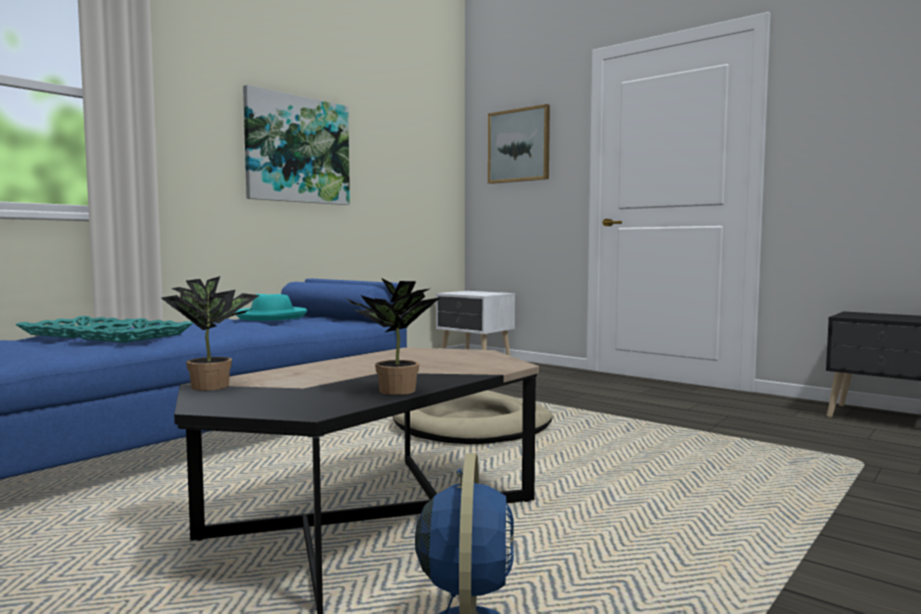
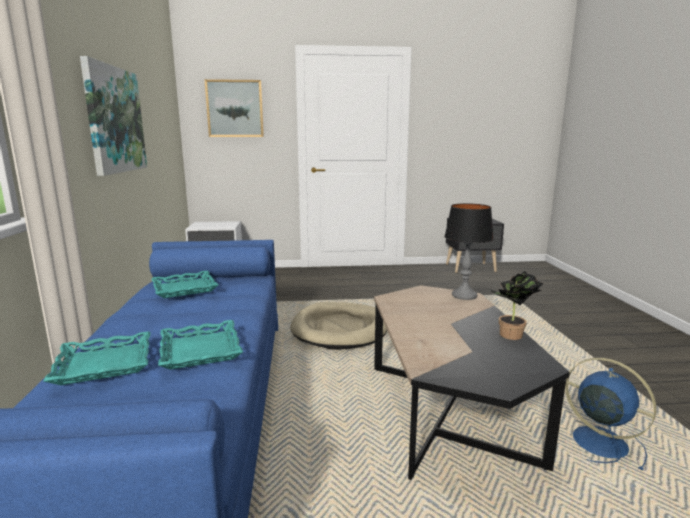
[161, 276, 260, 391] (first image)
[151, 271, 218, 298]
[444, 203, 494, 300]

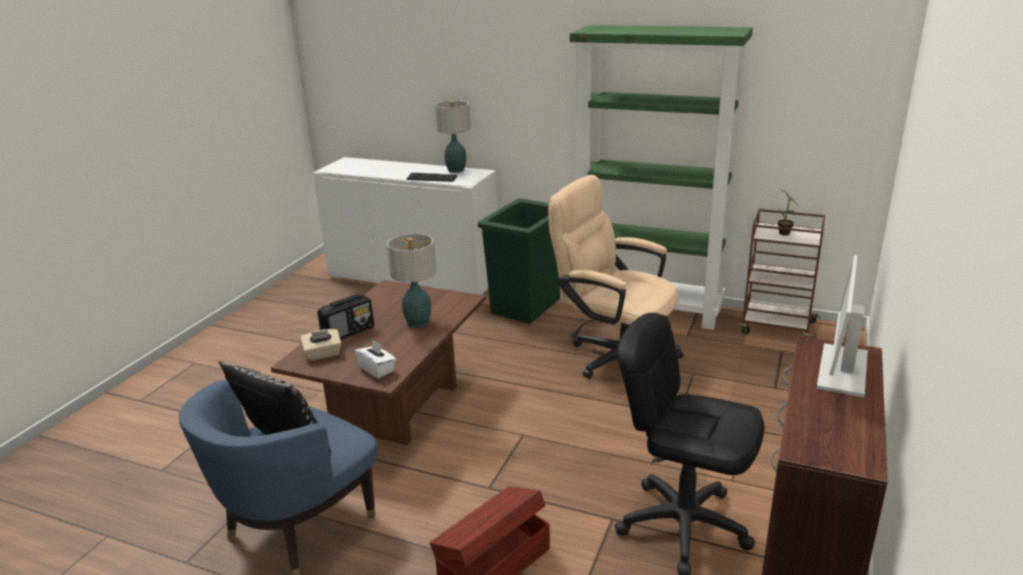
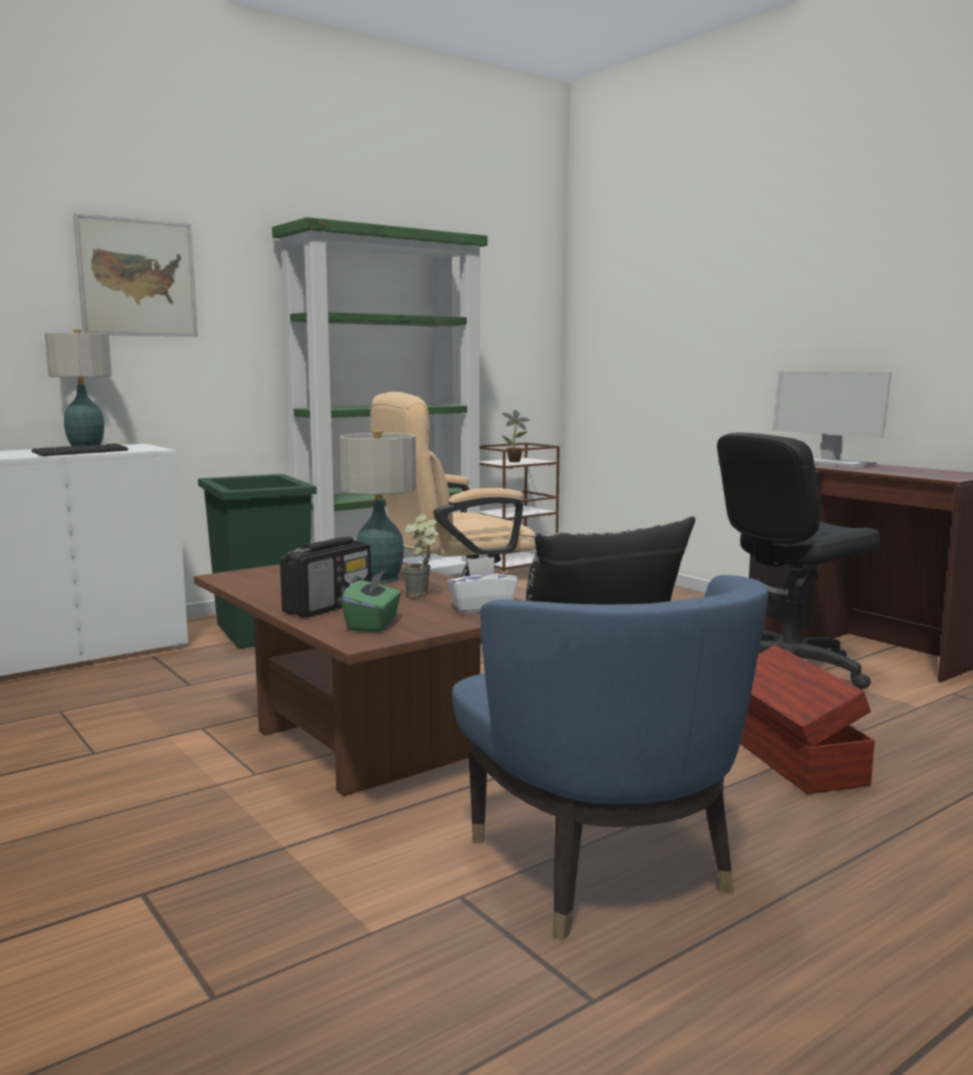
[341, 570, 401, 632]
[280, 536, 371, 617]
[73, 213, 198, 337]
[402, 514, 439, 597]

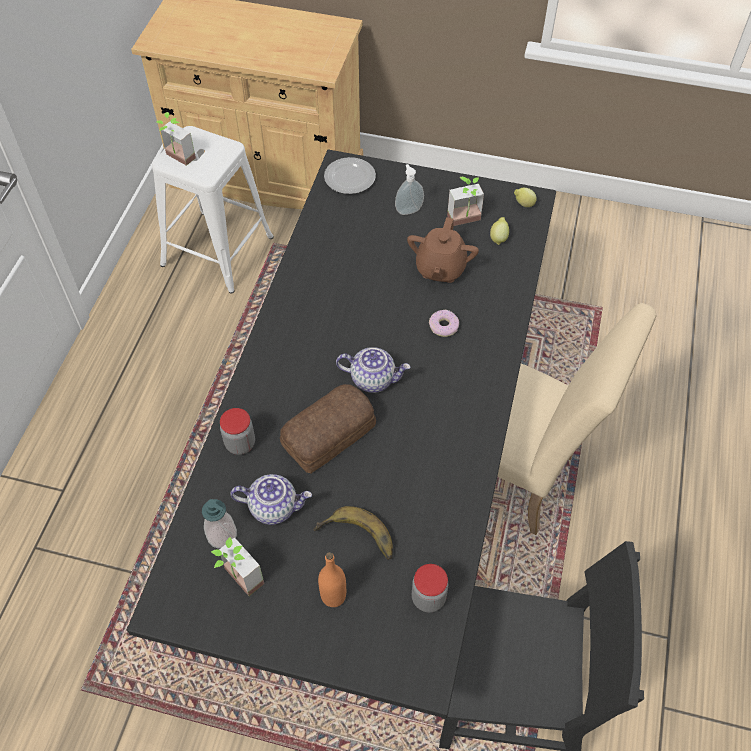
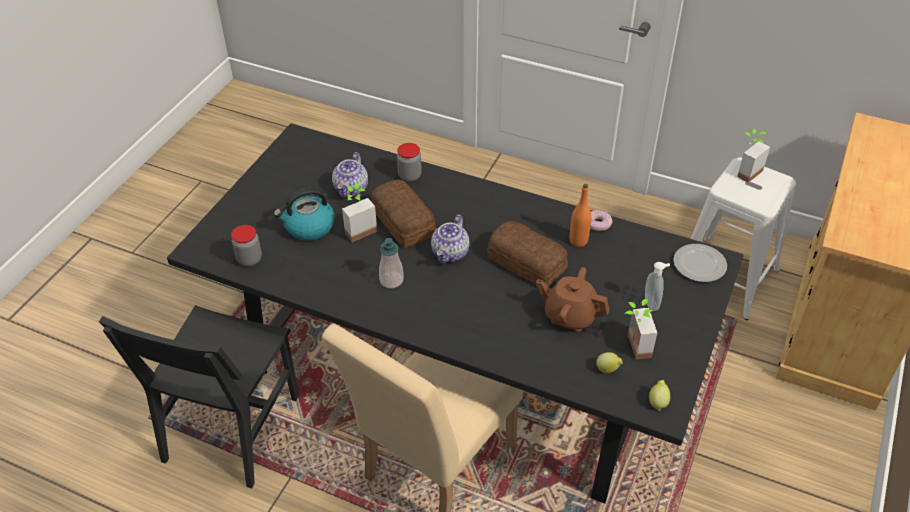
[379, 238, 404, 288]
[342, 184, 377, 242]
[274, 188, 335, 241]
[570, 184, 591, 247]
[590, 210, 613, 231]
[487, 221, 568, 286]

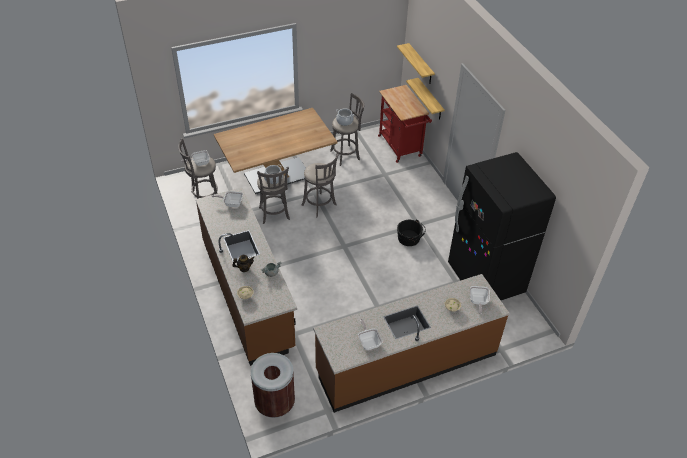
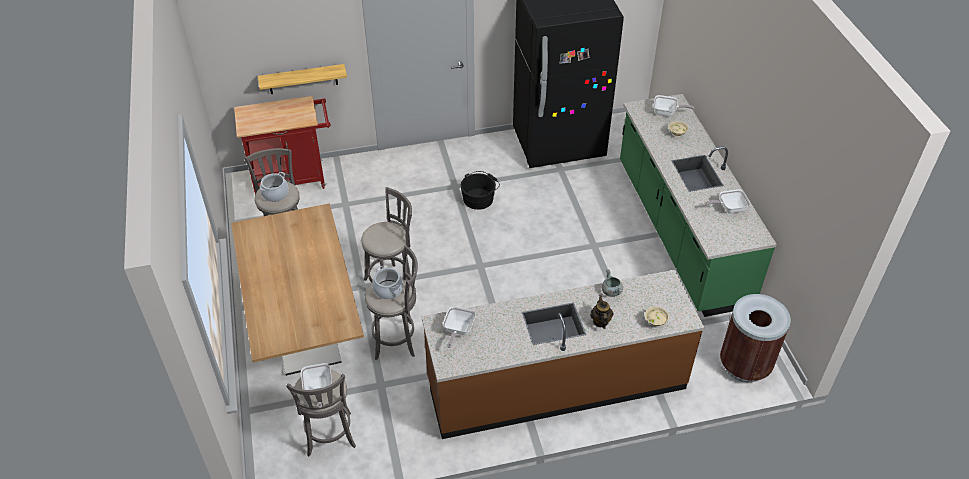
[620, 94, 777, 317]
[397, 43, 435, 84] (first image)

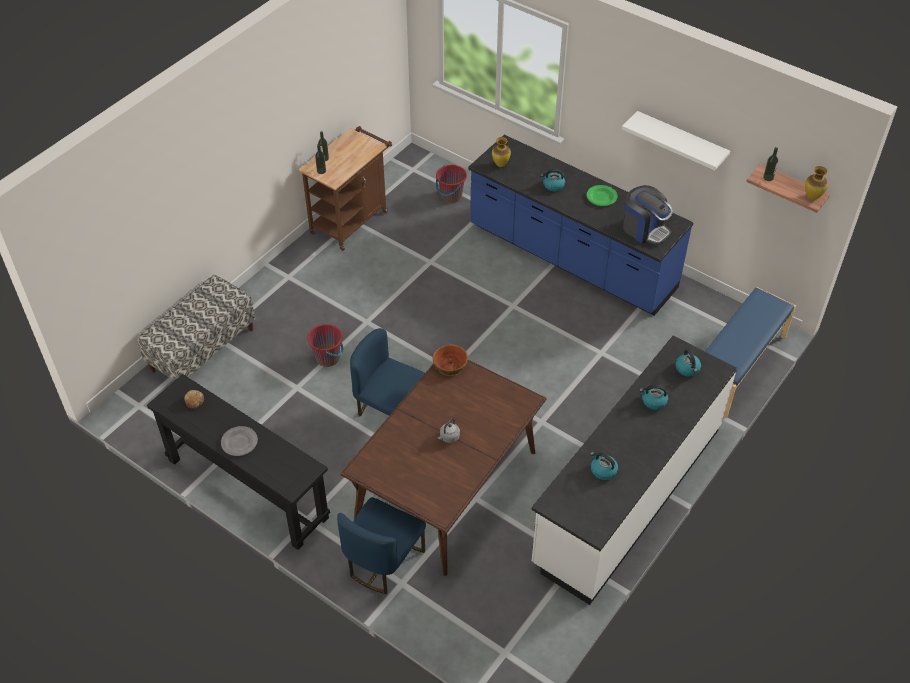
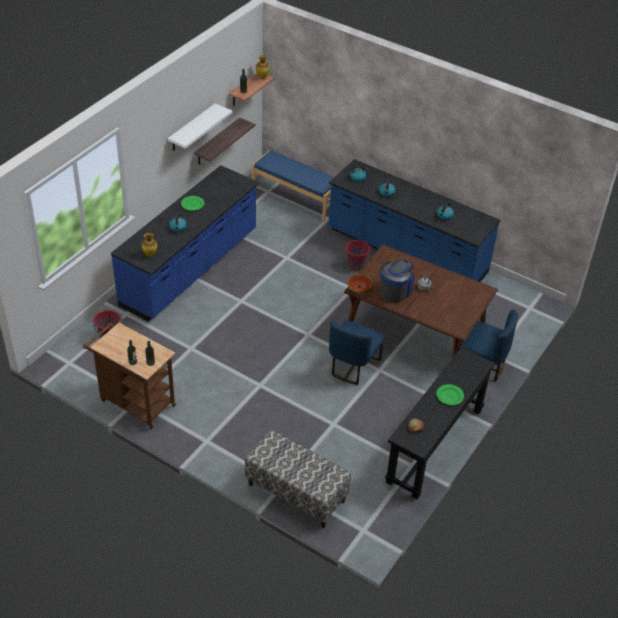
[436, 384, 464, 405]
[343, 240, 371, 271]
[329, 159, 500, 282]
[379, 259, 414, 303]
[194, 118, 256, 165]

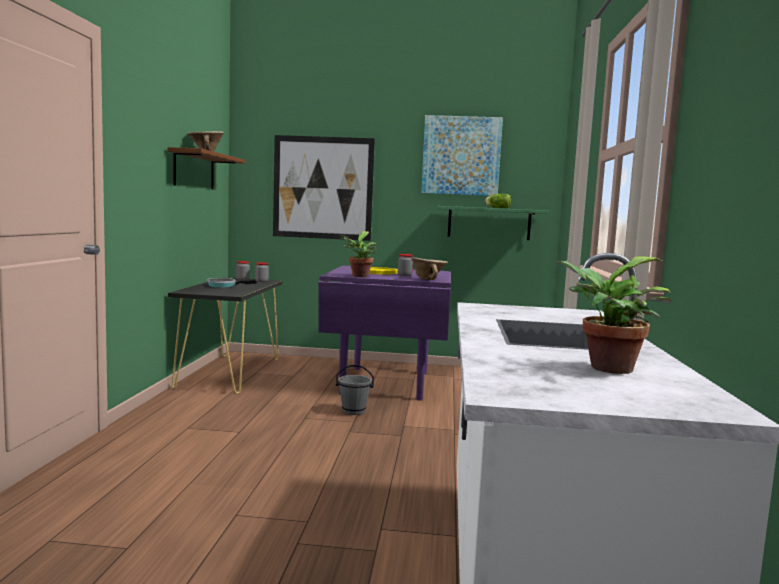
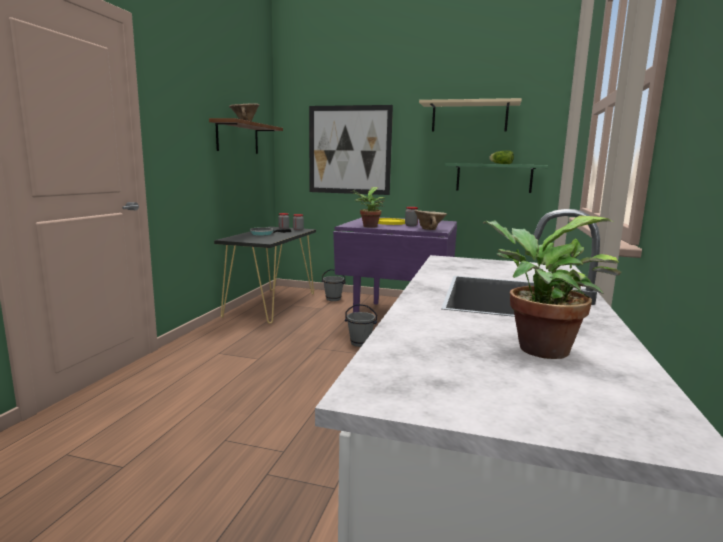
[419, 98, 522, 132]
[321, 269, 346, 301]

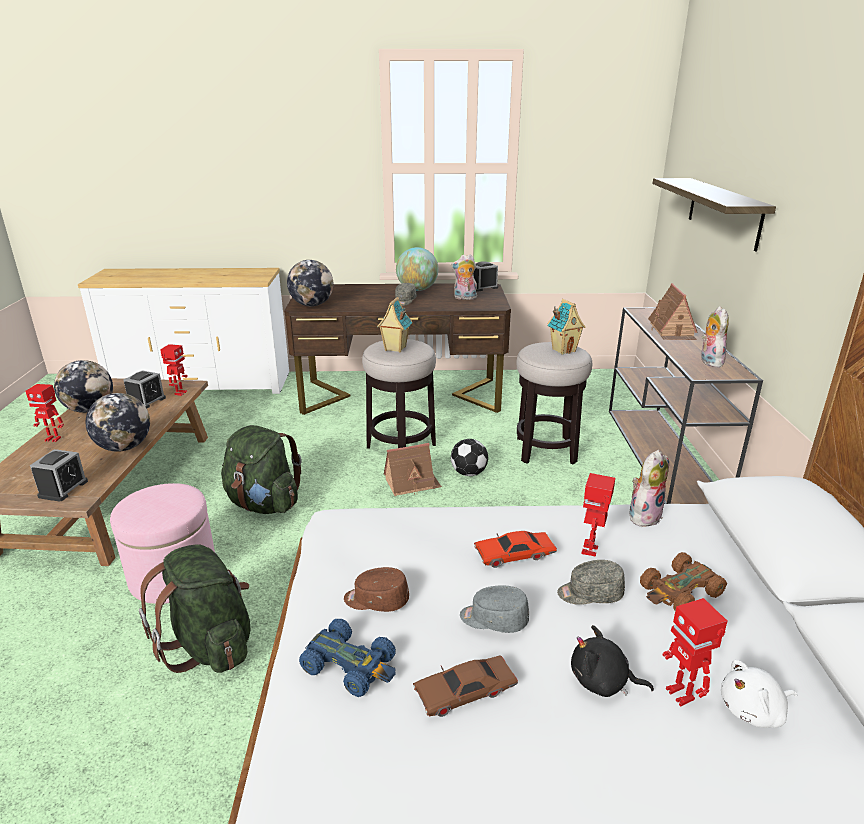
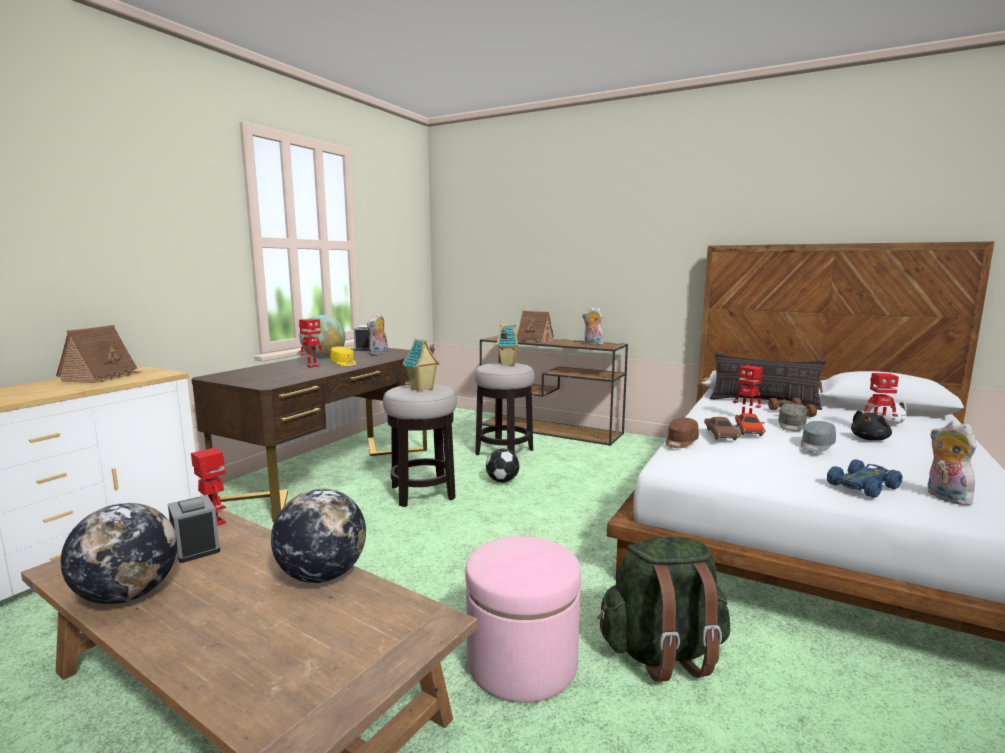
[299, 319, 324, 368]
[30, 449, 88, 502] (first image)
[221, 425, 302, 514] (first image)
[287, 260, 333, 306] (first image)
[666, 418, 699, 448]
[56, 325, 143, 383]
[330, 346, 356, 366]
[704, 417, 740, 440]
[928, 421, 976, 505]
[652, 178, 776, 252] (first image)
[710, 353, 826, 410]

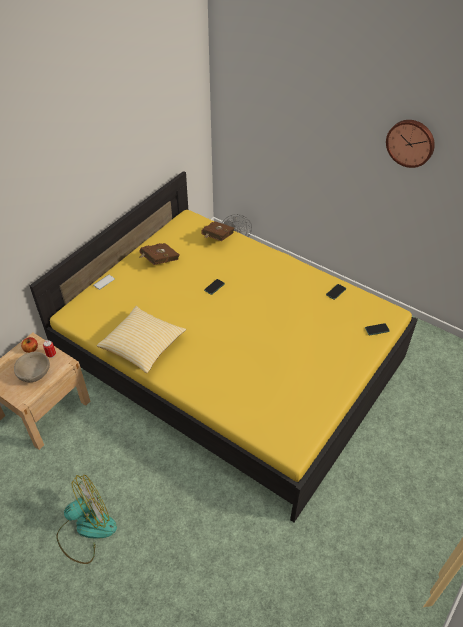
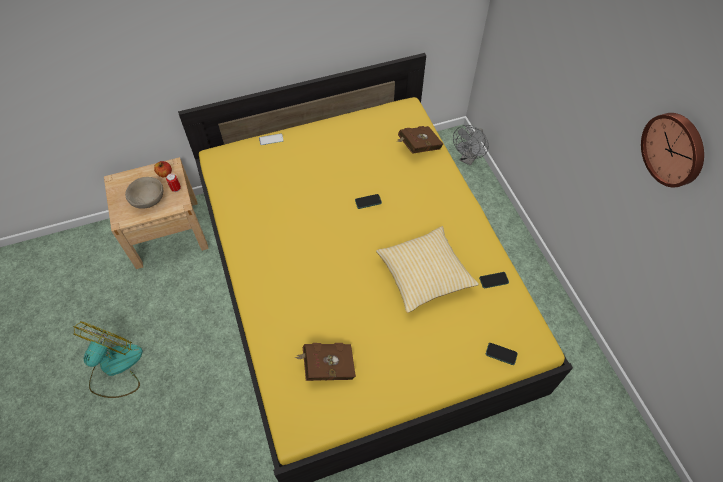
[73, 321, 143, 398]
[376, 226, 479, 313]
[295, 343, 356, 381]

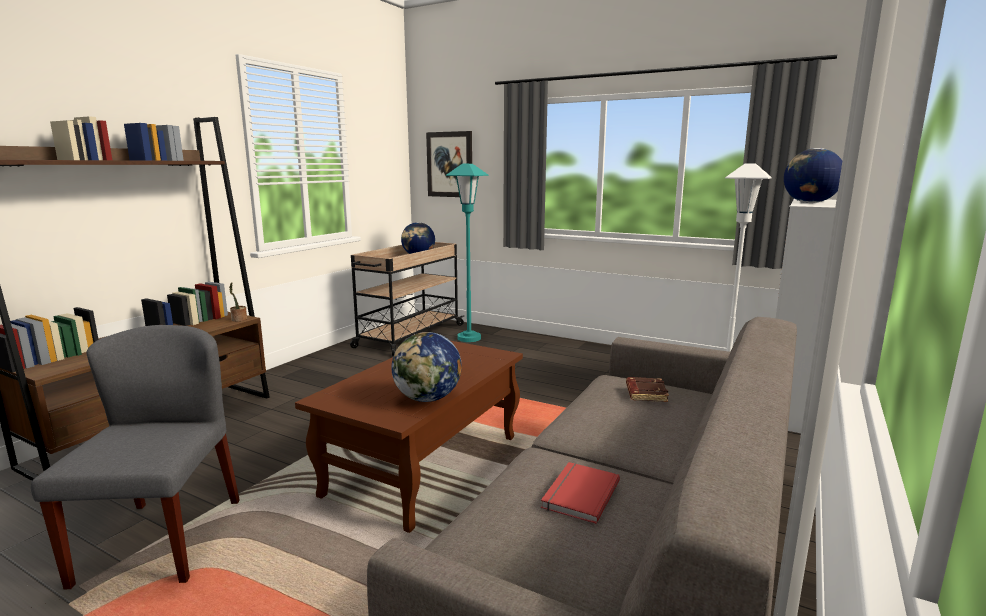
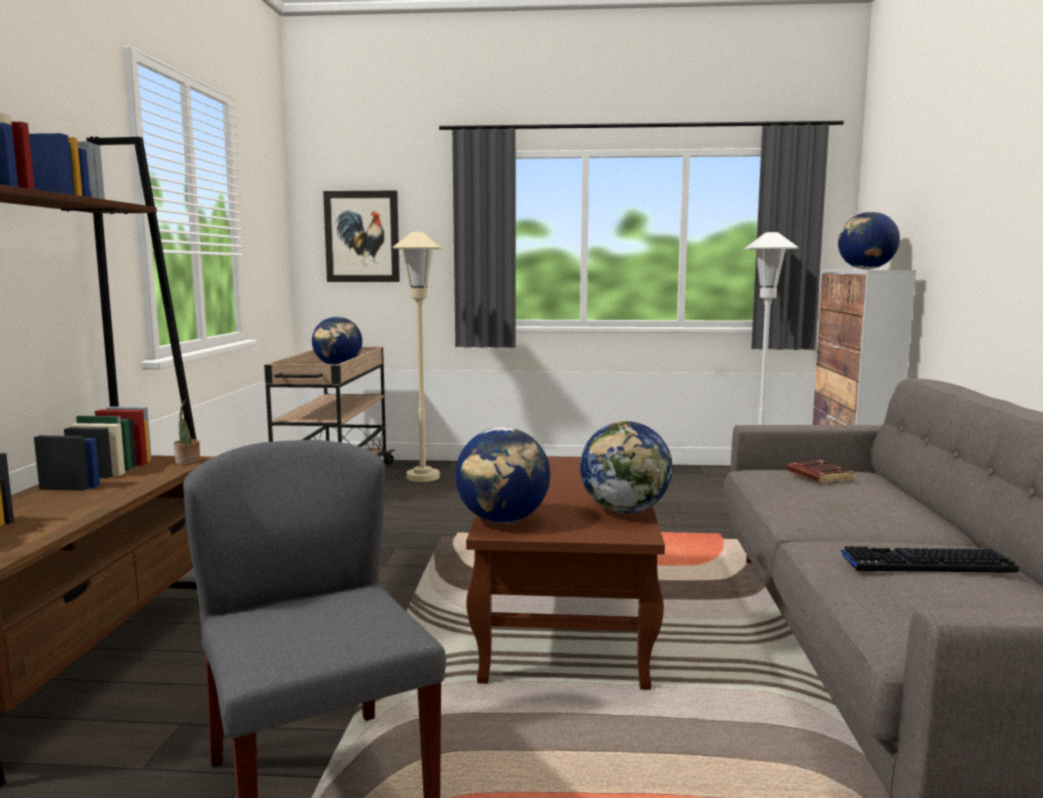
[393, 232, 442, 482]
[840, 546, 1019, 573]
[455, 427, 550, 523]

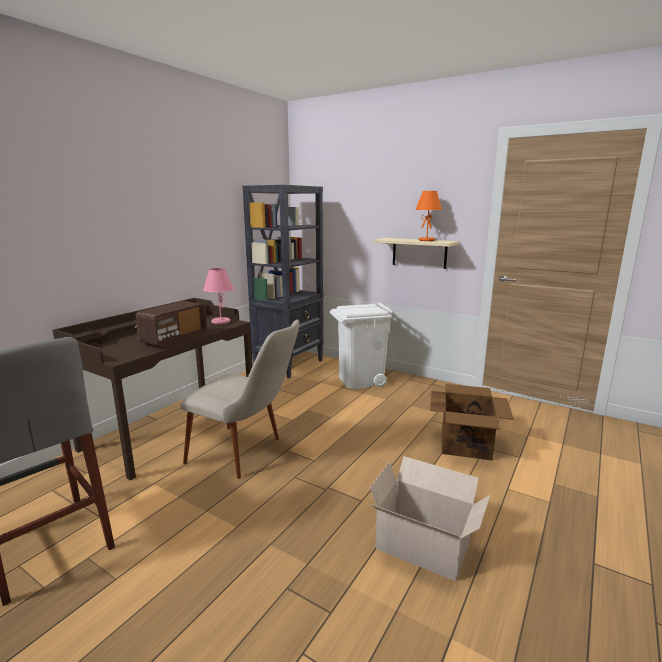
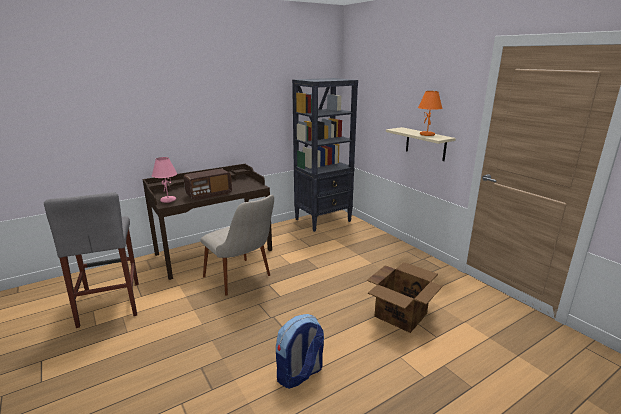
[152, 157, 177, 203]
[330, 302, 394, 389] (first image)
[276, 314, 324, 389]

